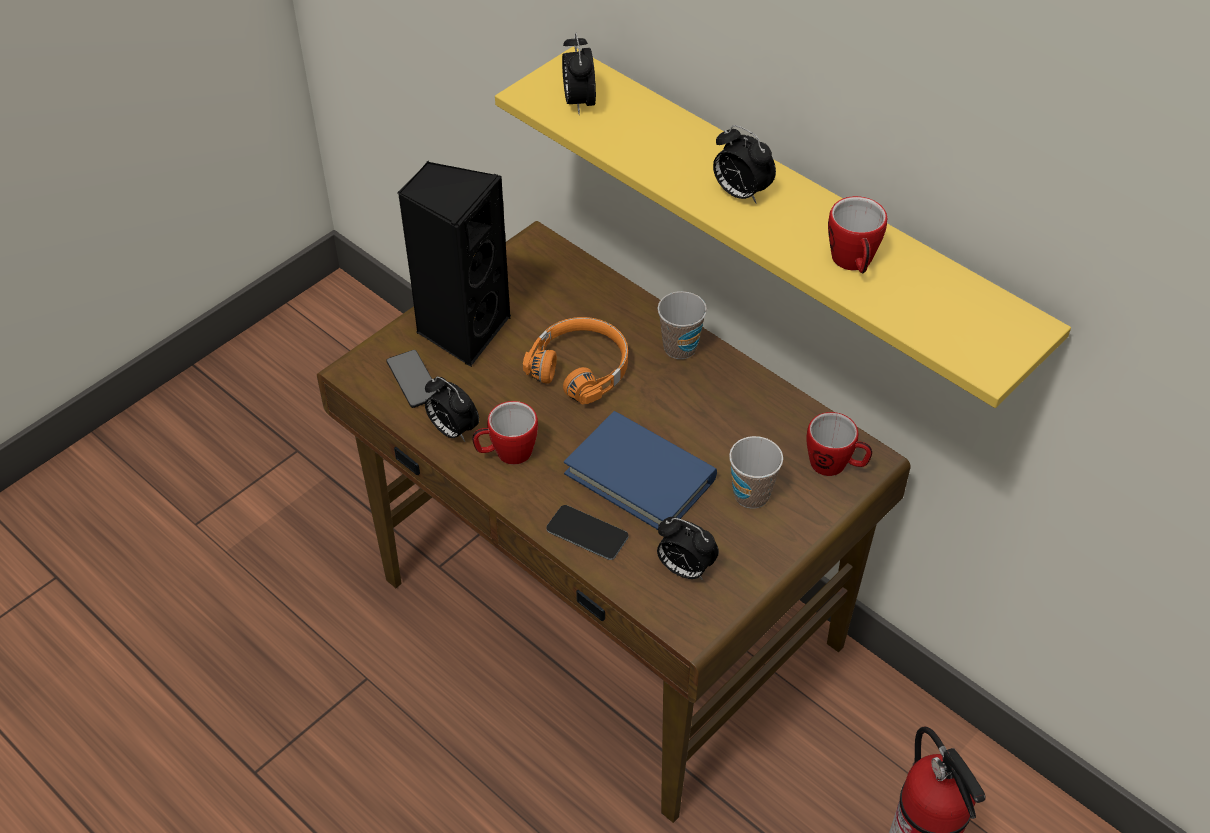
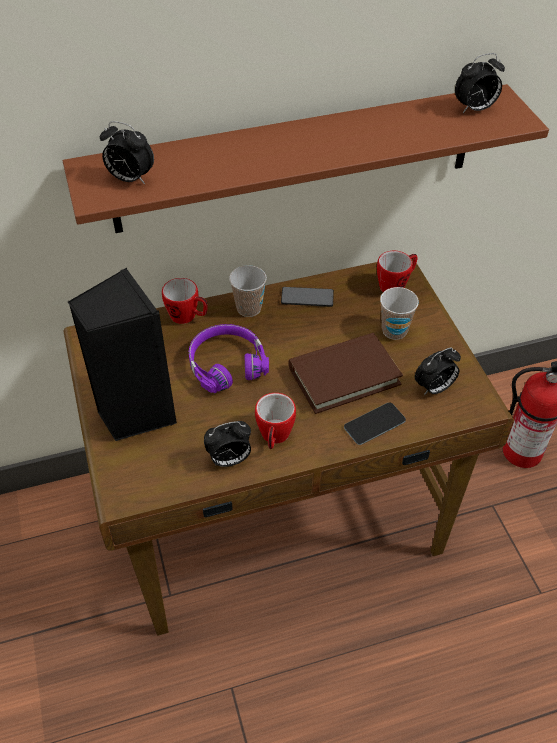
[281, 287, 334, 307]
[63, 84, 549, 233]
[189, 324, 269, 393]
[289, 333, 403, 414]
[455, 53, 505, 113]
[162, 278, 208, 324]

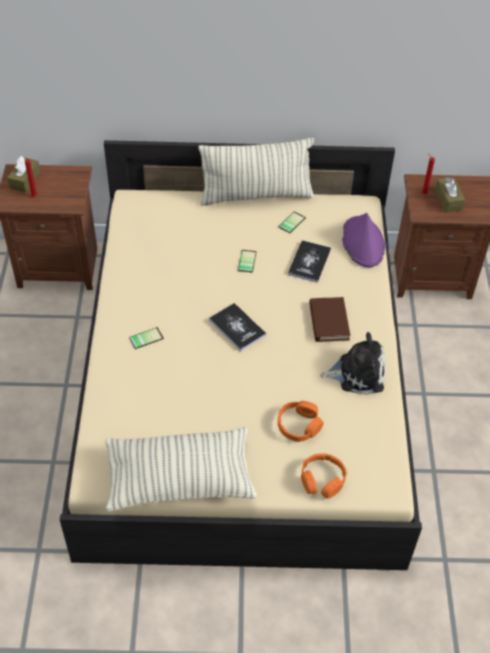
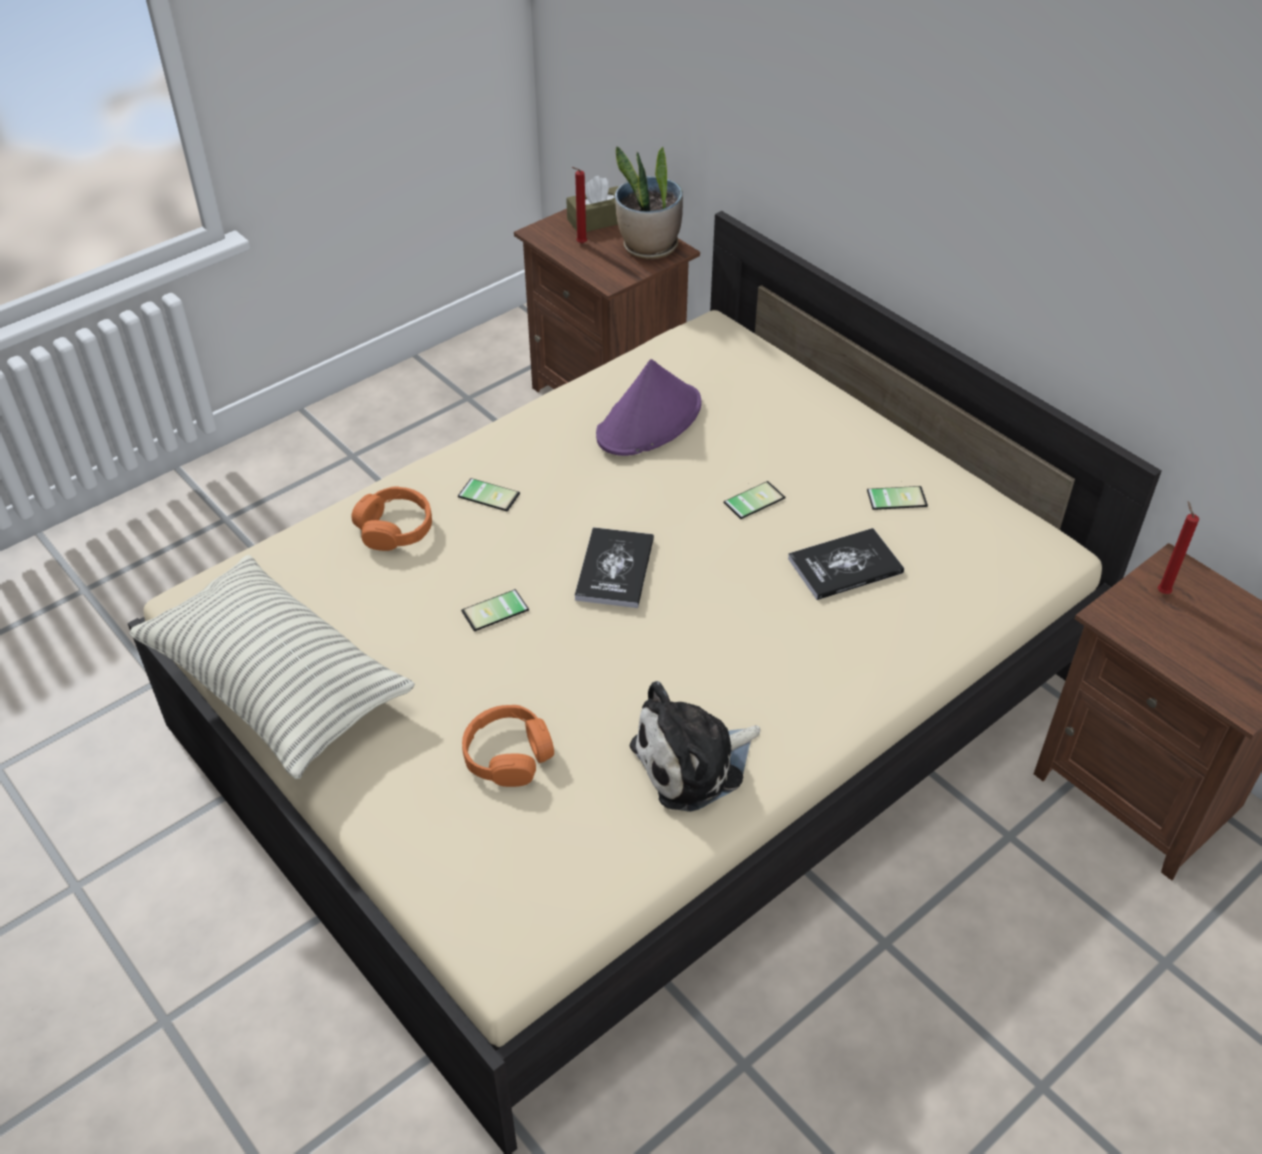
[198, 138, 314, 206] (first image)
[351, 487, 432, 551]
[309, 297, 350, 342] (first image)
[630, 681, 760, 812]
[596, 359, 702, 456]
[435, 177, 465, 213] (first image)
[461, 589, 529, 632]
[615, 146, 683, 259]

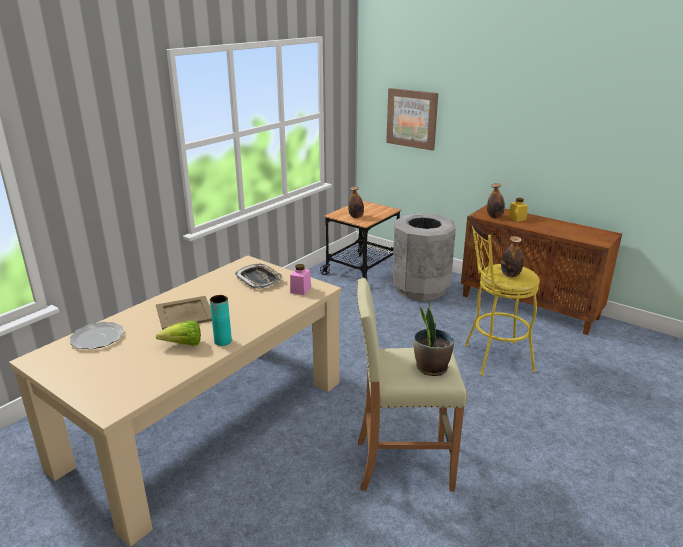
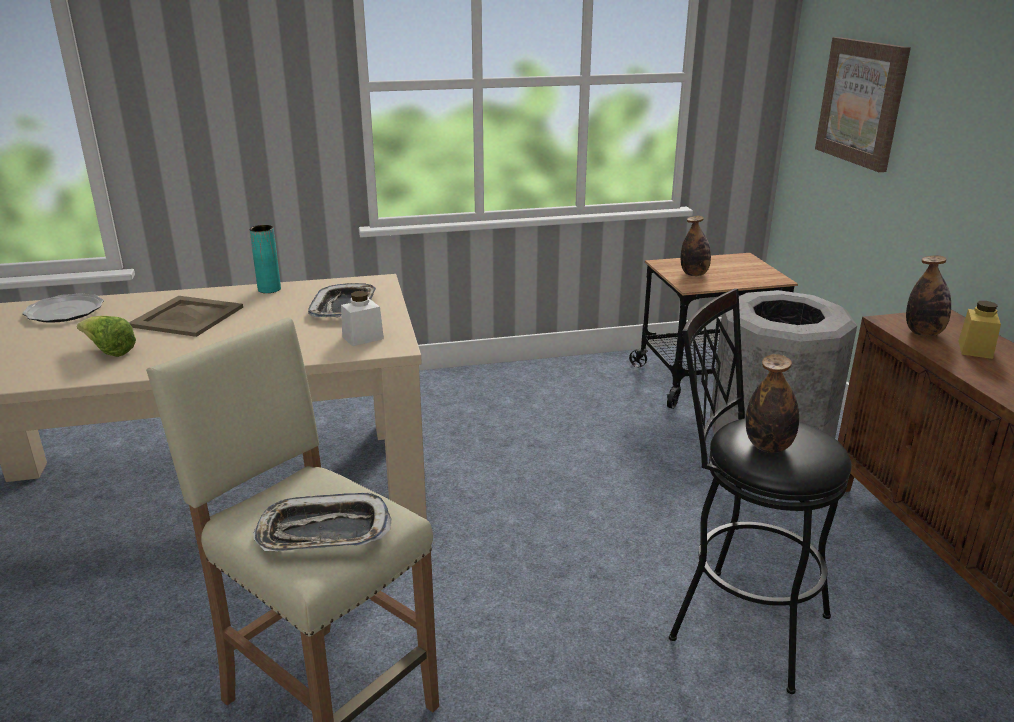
[249, 225, 281, 293]
[341, 291, 384, 346]
[253, 493, 392, 551]
[669, 289, 852, 694]

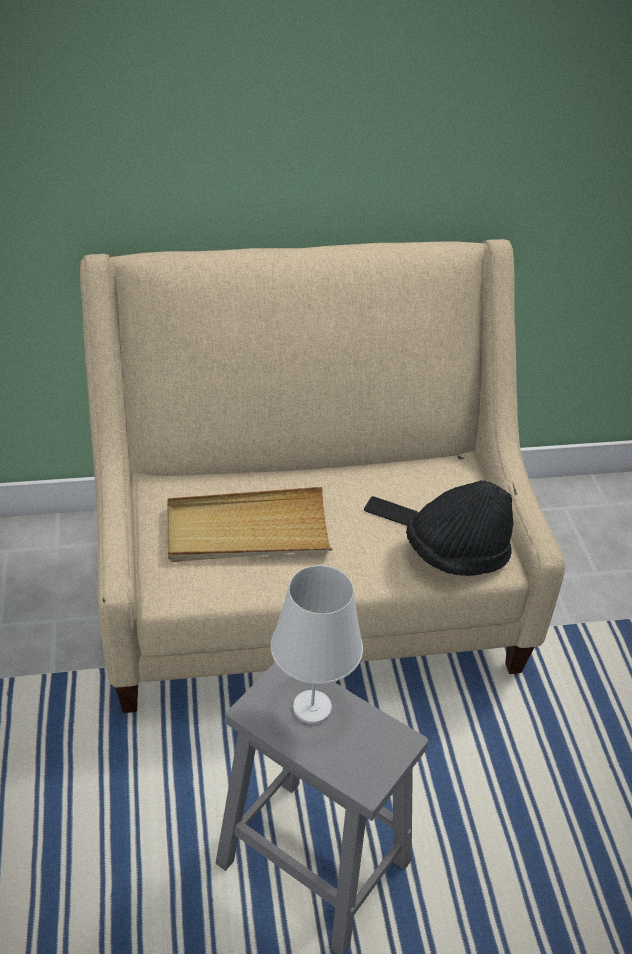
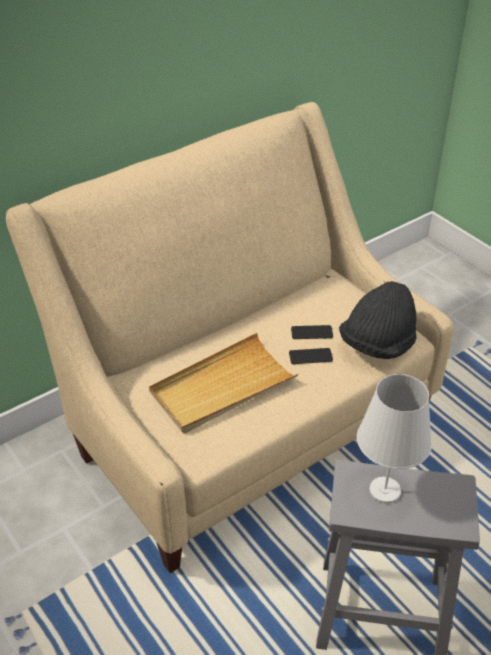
[289, 348, 333, 364]

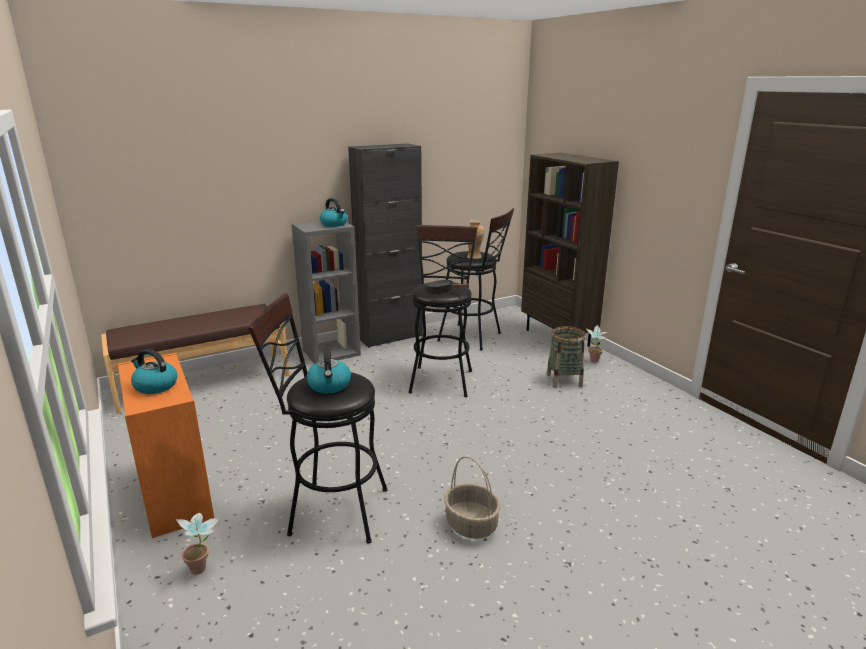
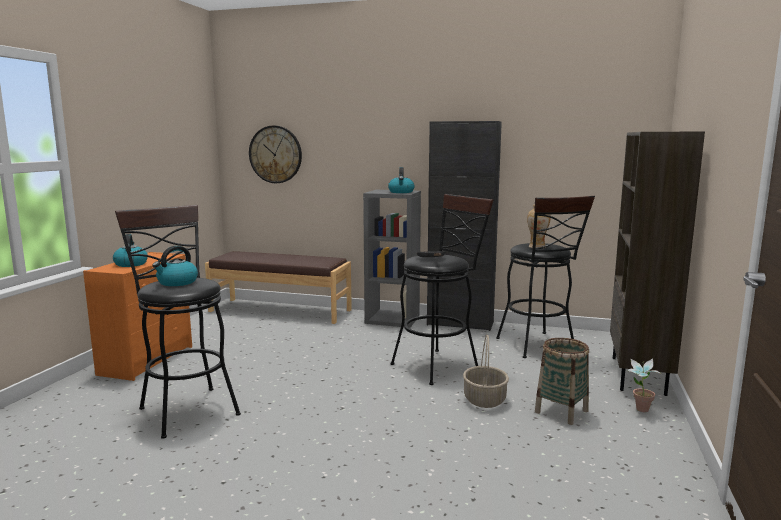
[176, 513, 220, 575] (first image)
[463, 334, 509, 408]
[249, 125, 302, 183]

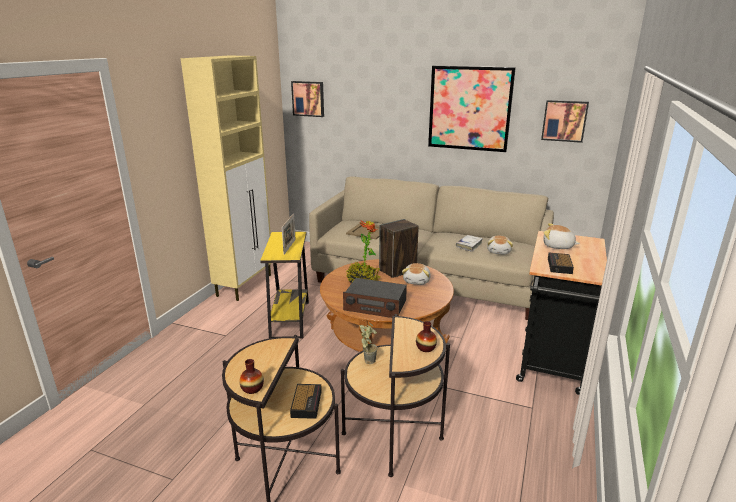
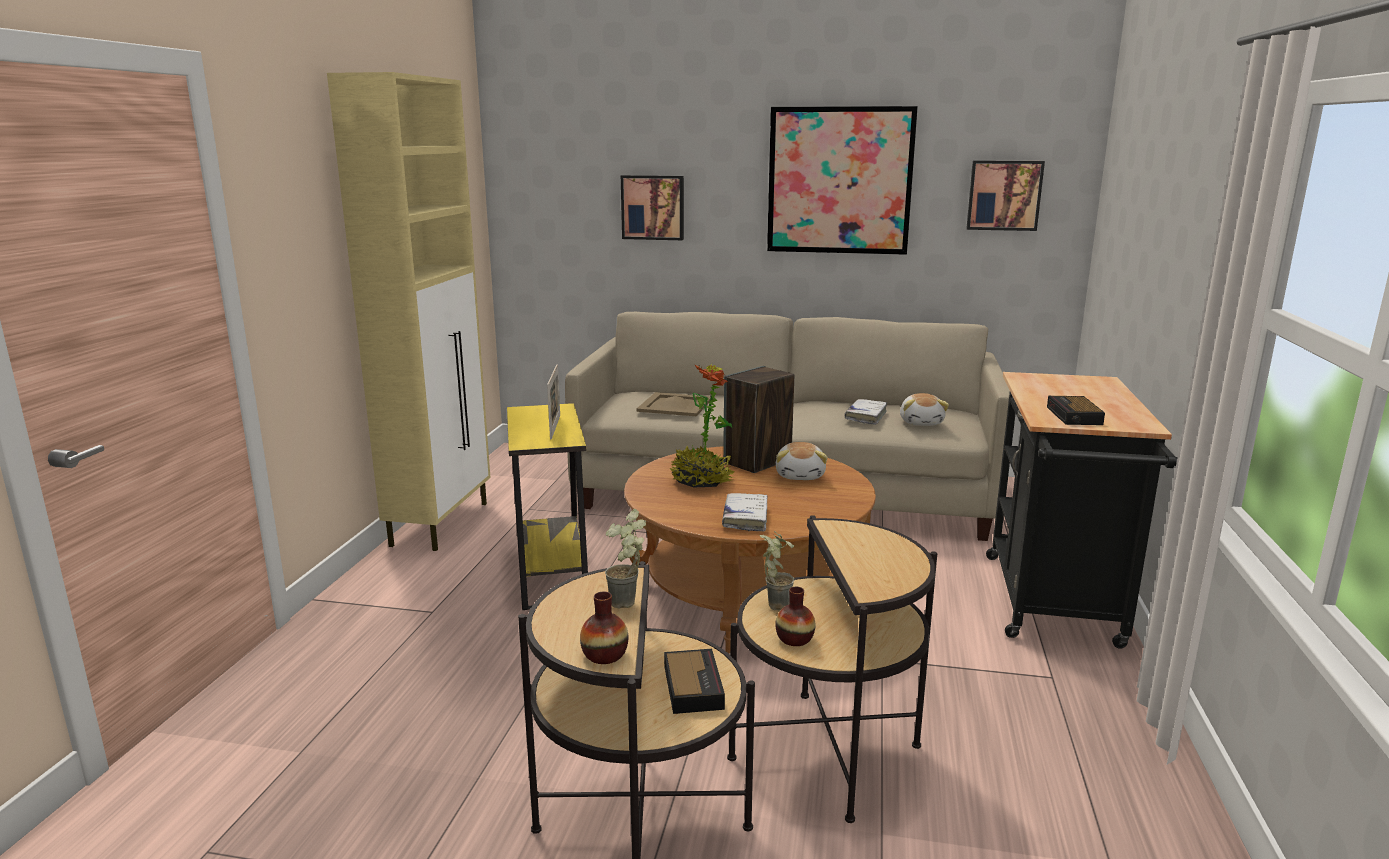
[621, 175, 684, 240]
[722, 493, 767, 532]
[775, 587, 815, 646]
[543, 223, 580, 249] (first image)
[605, 509, 646, 608]

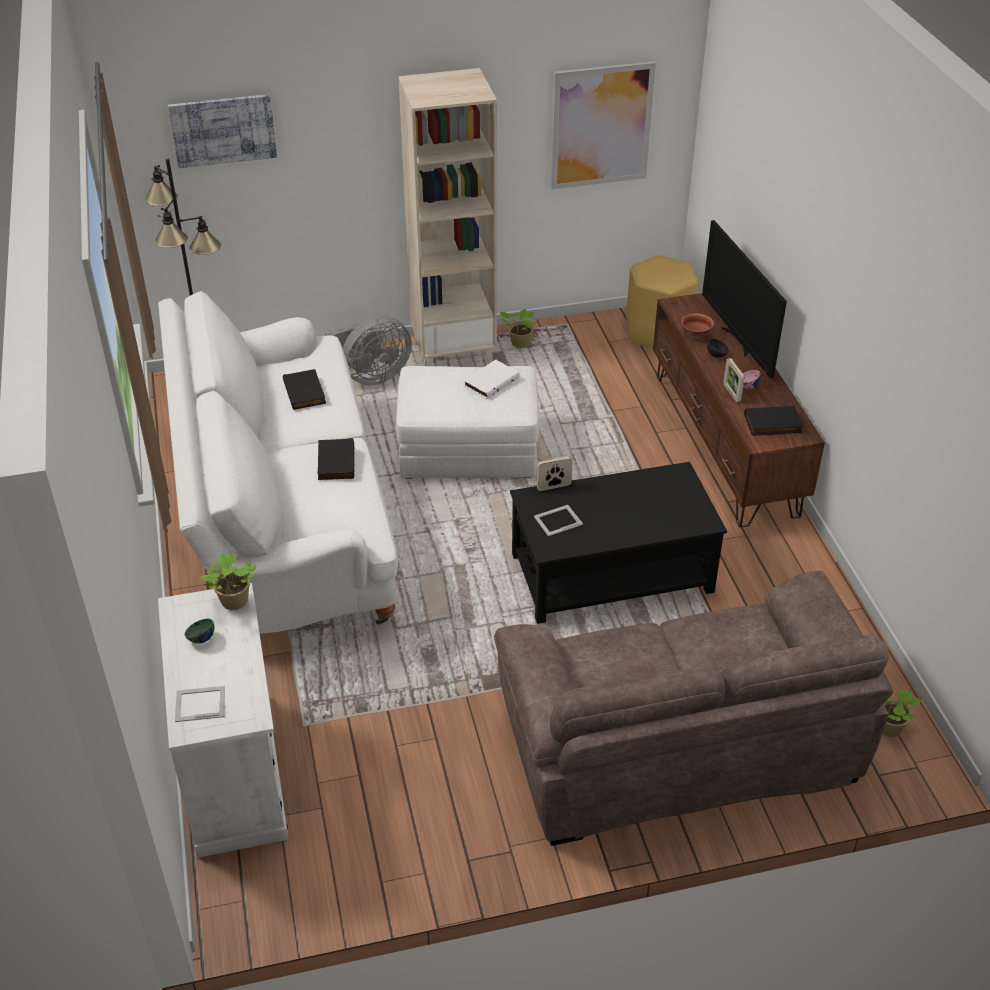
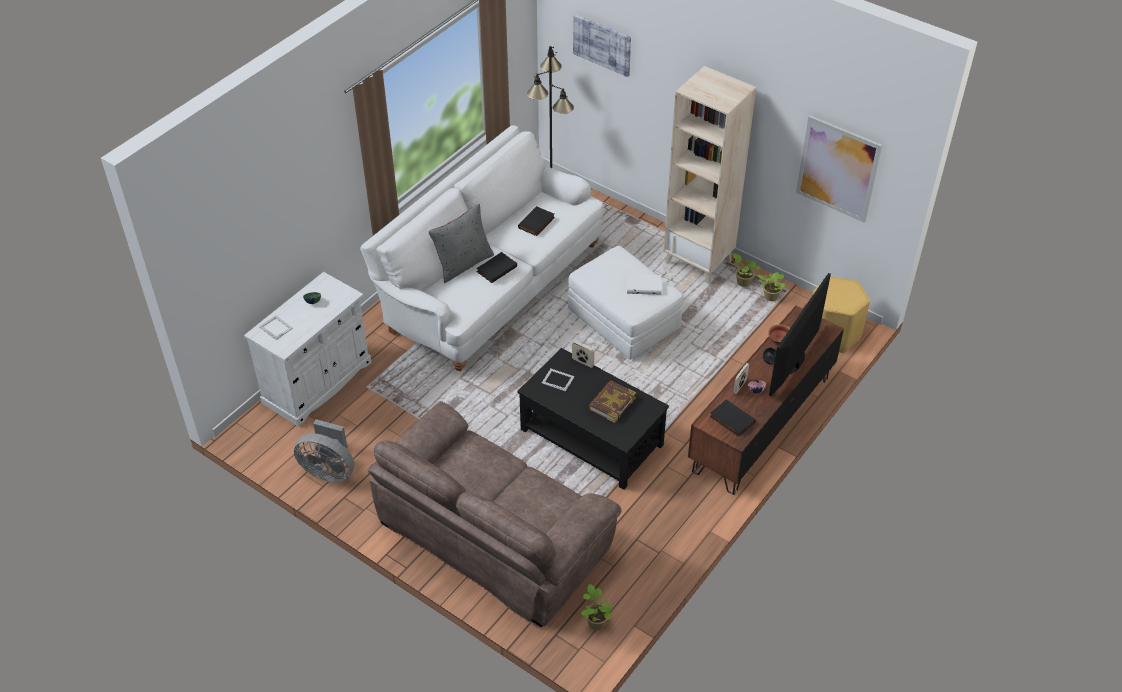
[758, 272, 785, 301]
[294, 419, 354, 482]
[429, 204, 494, 283]
[588, 381, 636, 423]

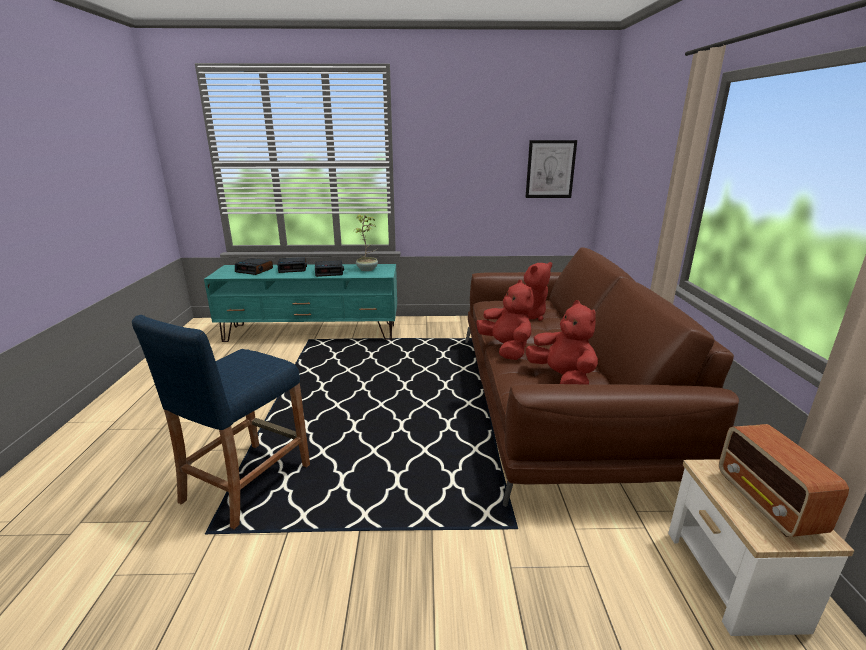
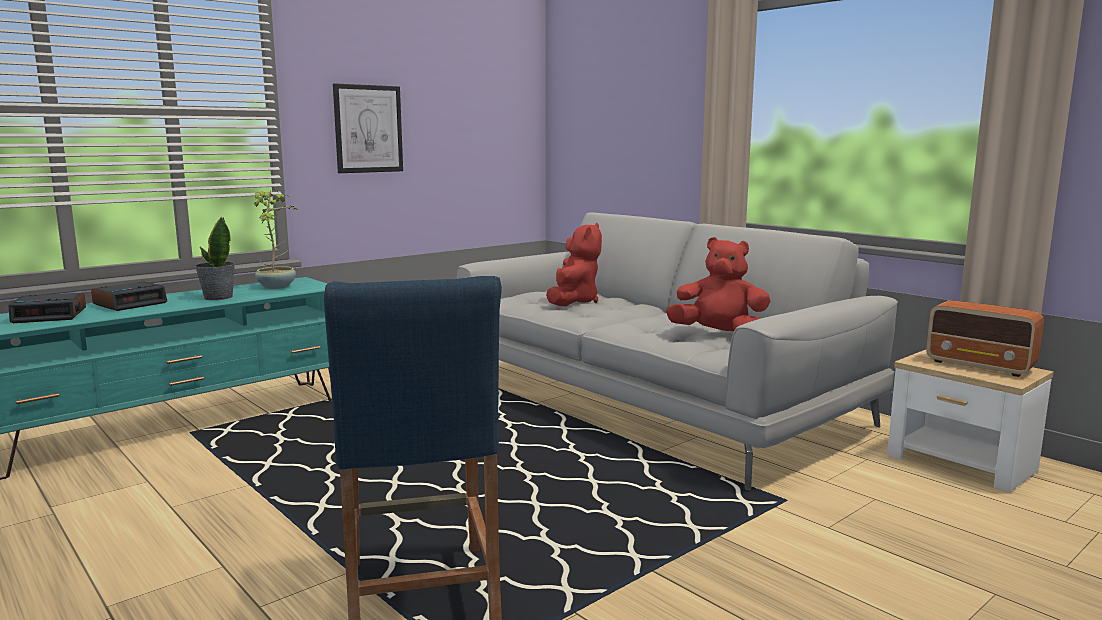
[195, 217, 235, 300]
[457, 212, 898, 490]
[476, 280, 534, 360] (first image)
[333, 83, 403, 173]

